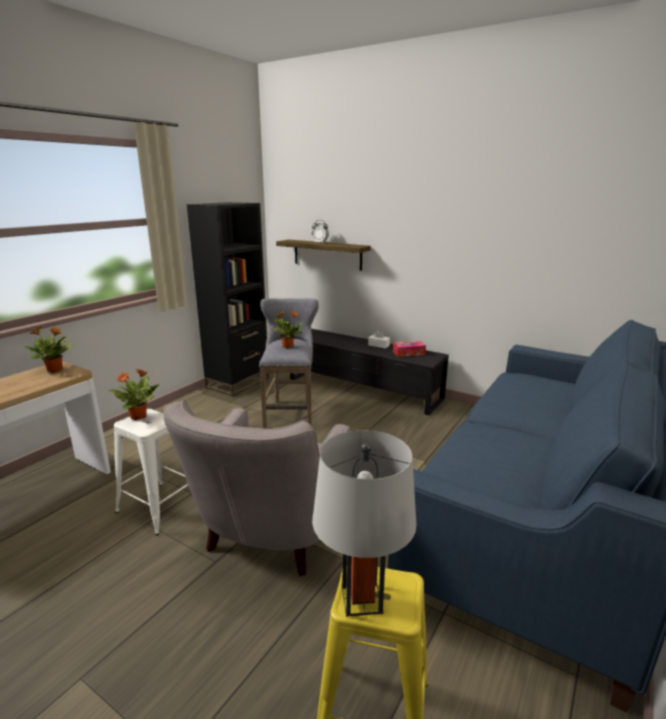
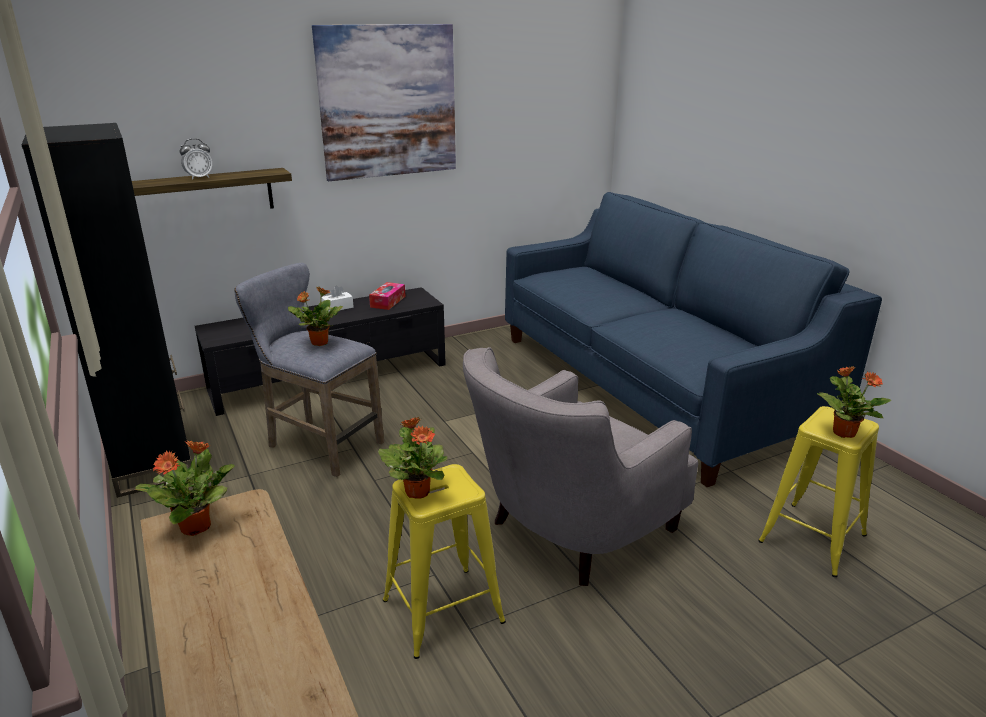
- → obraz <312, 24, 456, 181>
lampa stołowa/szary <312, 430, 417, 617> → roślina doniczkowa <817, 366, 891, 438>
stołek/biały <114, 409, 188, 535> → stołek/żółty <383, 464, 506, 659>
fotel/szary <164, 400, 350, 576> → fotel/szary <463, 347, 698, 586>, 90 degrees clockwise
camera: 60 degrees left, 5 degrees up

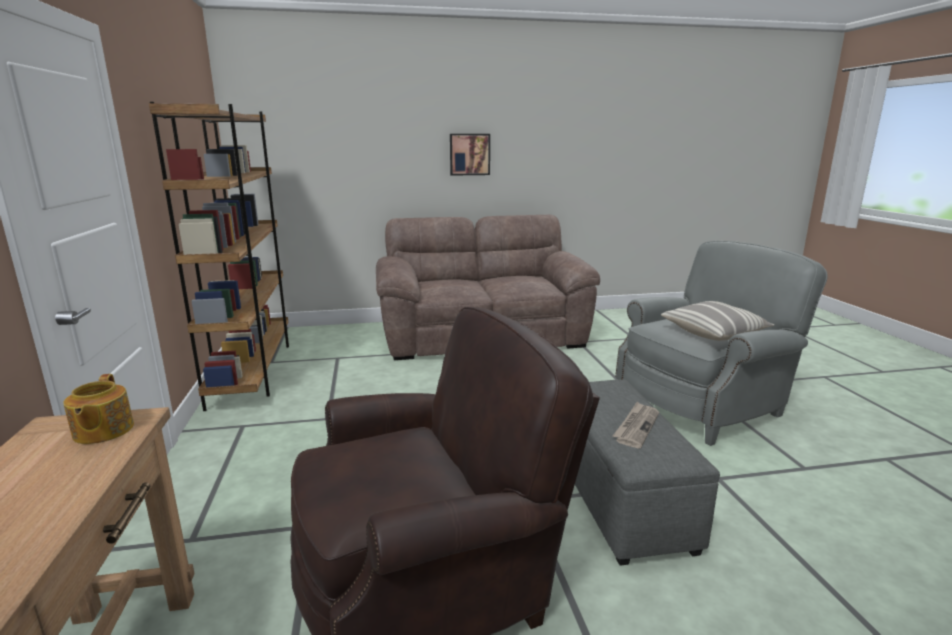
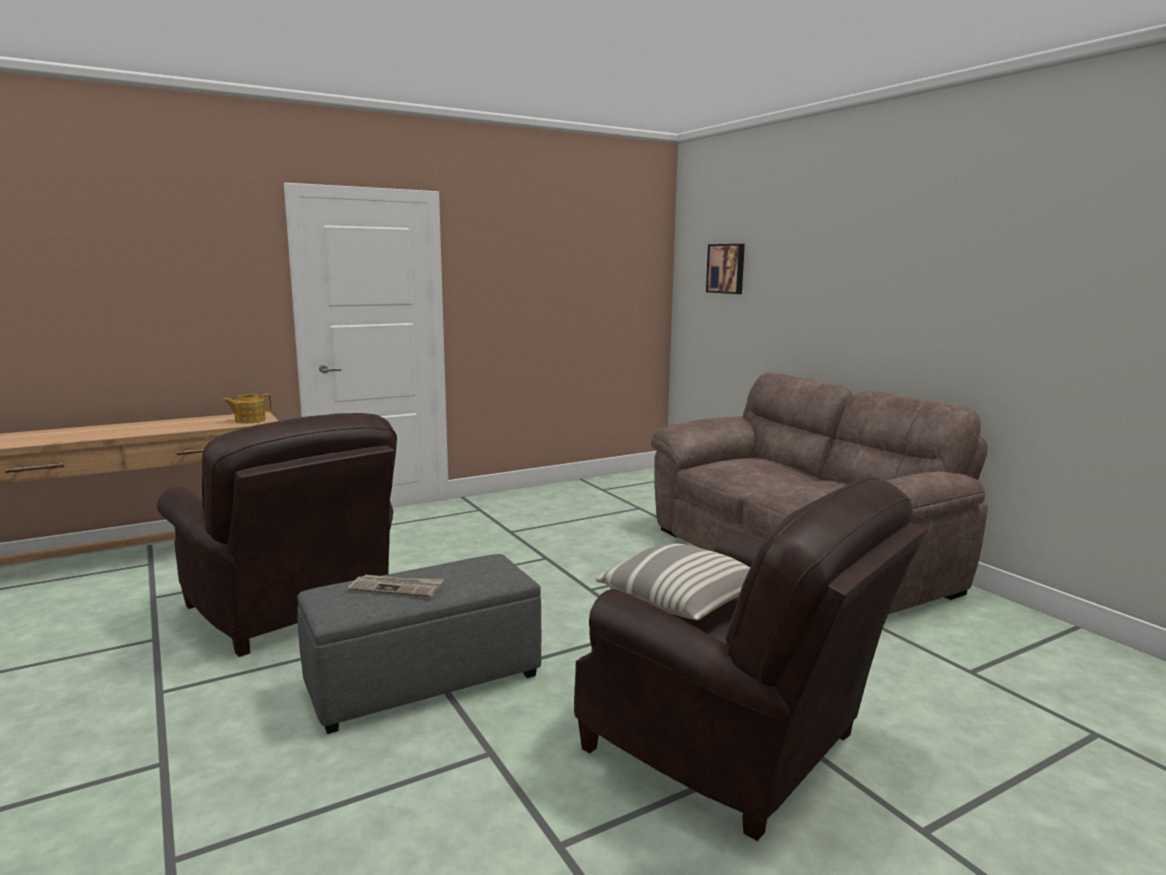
regał/brązowy <149, 102, 289, 411> → -
obraz <450, 134, 490, 176> → obraz <706, 244, 745, 294>, relocated
fotel/szary <615, 241, 828, 446> → fotel/brązowy <574, 478, 927, 841>
camera: 70 degrees right, 5 degrees down

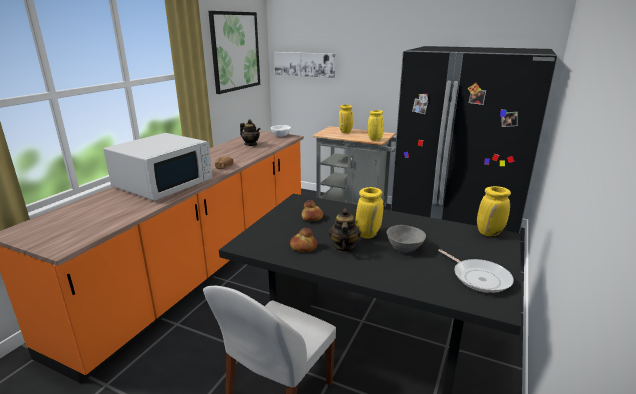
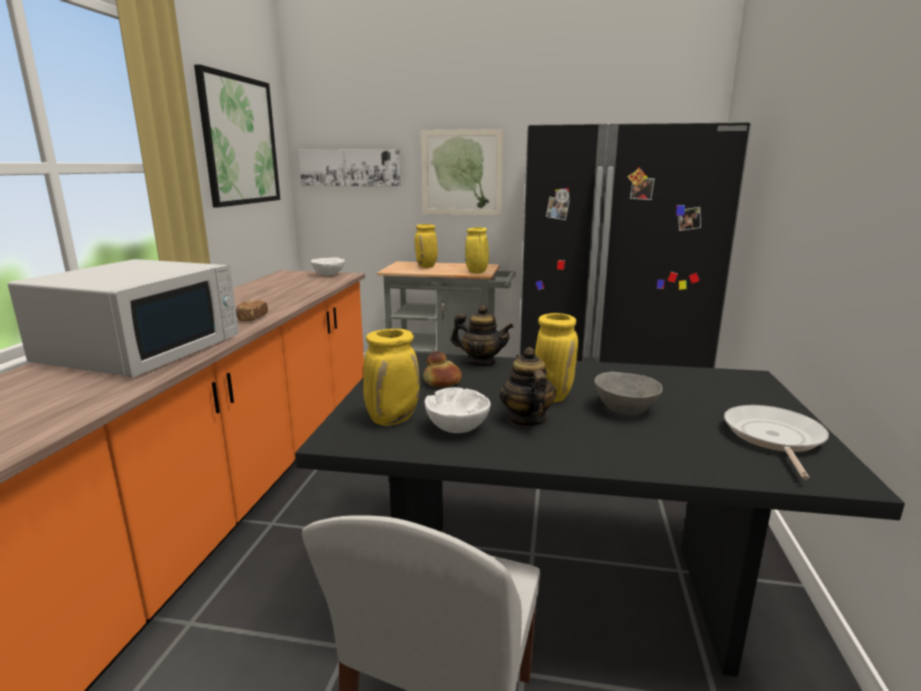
- → obraz <421, 129, 503, 215>
imbryk <240, 120, 260, 146> → imbryk <451, 305, 514, 366>, relocated
wazon/żółty <477, 186, 511, 236> → wazon/żółty <363, 329, 420, 426>, relocated
chleb <290, 228, 317, 252> → miska/biały <424, 387, 491, 433>
patelnia <438, 249, 514, 293> → patelnia <724, 405, 829, 479>, 120 degrees counterclockwise
camera: 15 degrees left, 5 degrees down

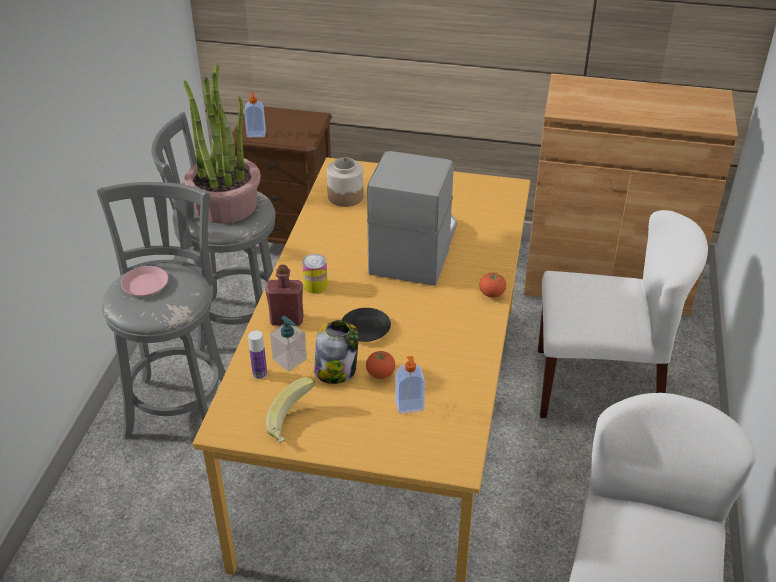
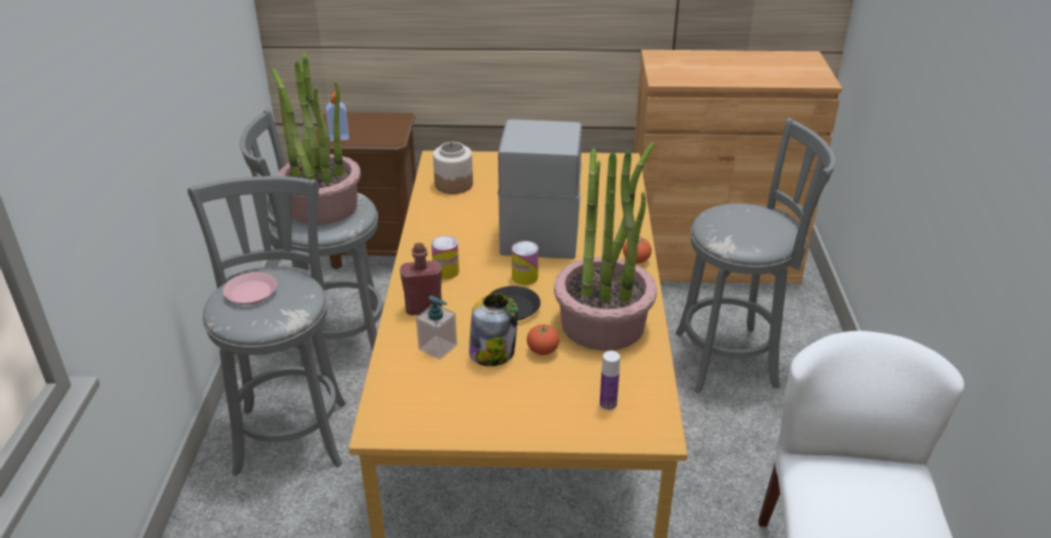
banan <265, 377, 316, 444> → -
dozownik mydła <395, 356, 425, 414> → -
- → puszka <512, 241, 538, 285>
- → roślina doniczkowa <554, 142, 657, 351>
butelka <248, 330, 267, 379> → butelka <600, 351, 620, 410>, relocated
krzesło/biały <538, 210, 708, 418> → stołek/szary <675, 118, 836, 393>
camera: 10 degrees left, 5 degrees down

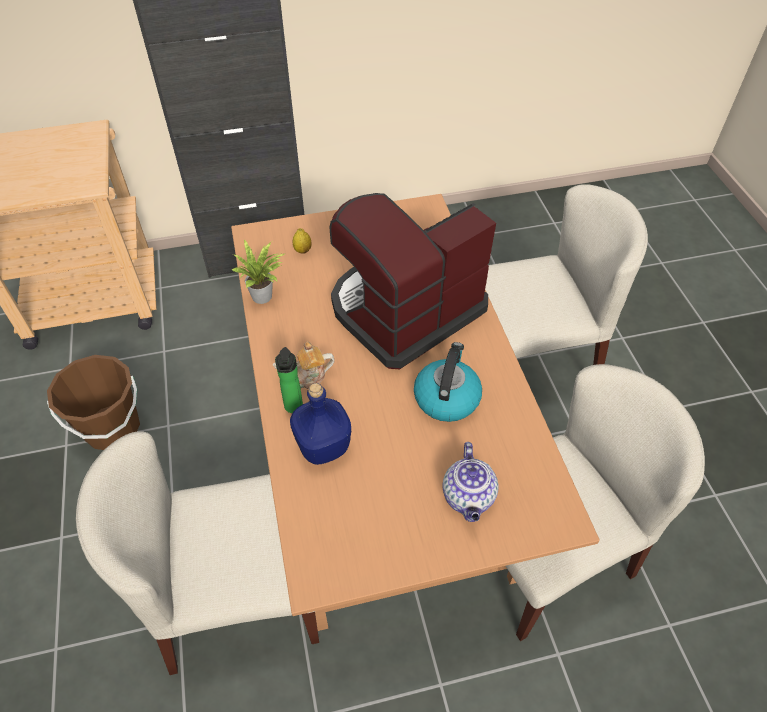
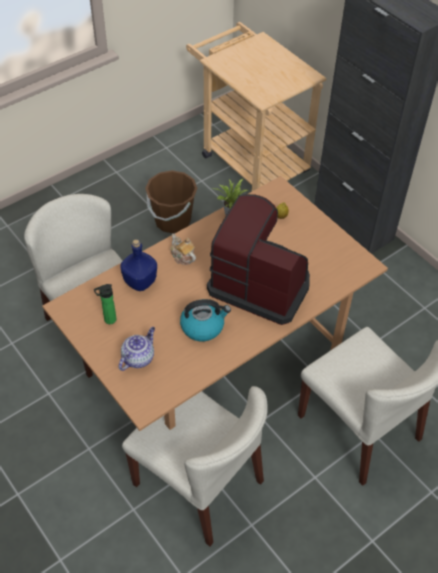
butelka <275, 347, 303, 413> → butelka <94, 284, 116, 324>, relocated
imbryk <442, 442, 499, 522> → imbryk <119, 327, 155, 371>, 150 degrees clockwise
camera: 65 degrees right, 0 degrees up

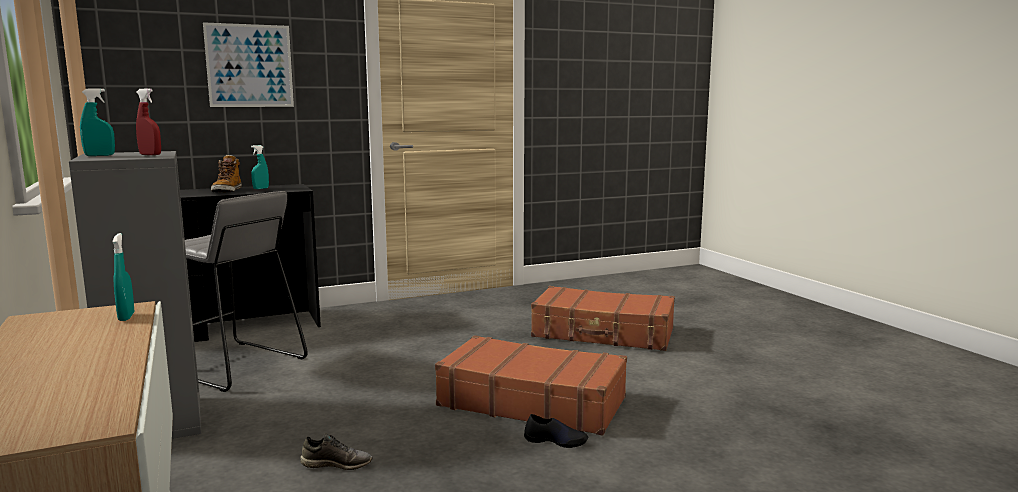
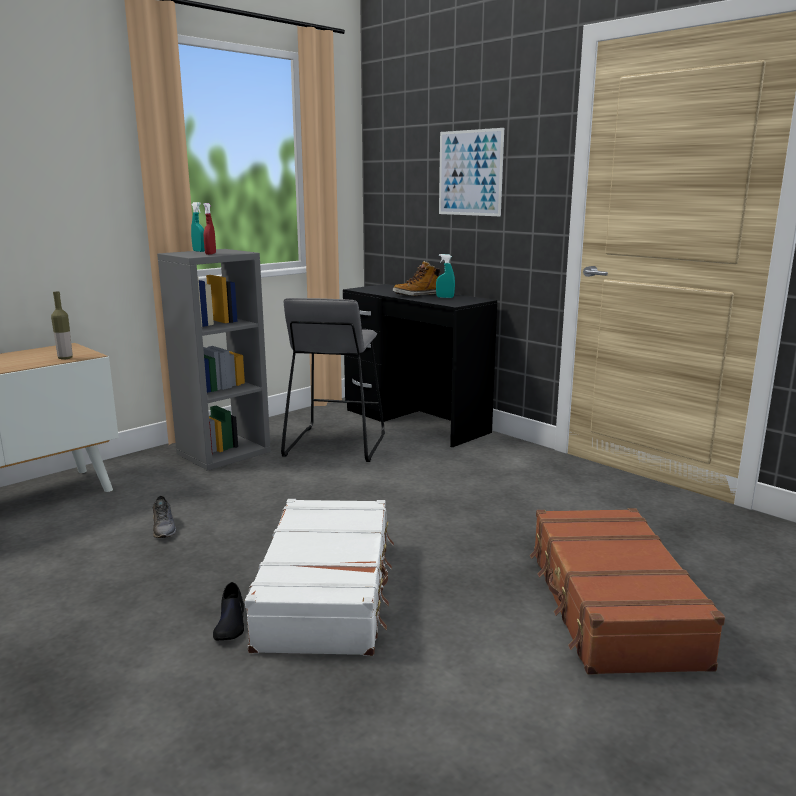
spryskiwacz/turkusowy <112, 233, 134, 321> → butelka <51, 291, 73, 360>
walizka/brązowy <435, 335, 627, 436> → walizka/biały <245, 499, 394, 656>
camera: 70 degrees right, 5 degrees up

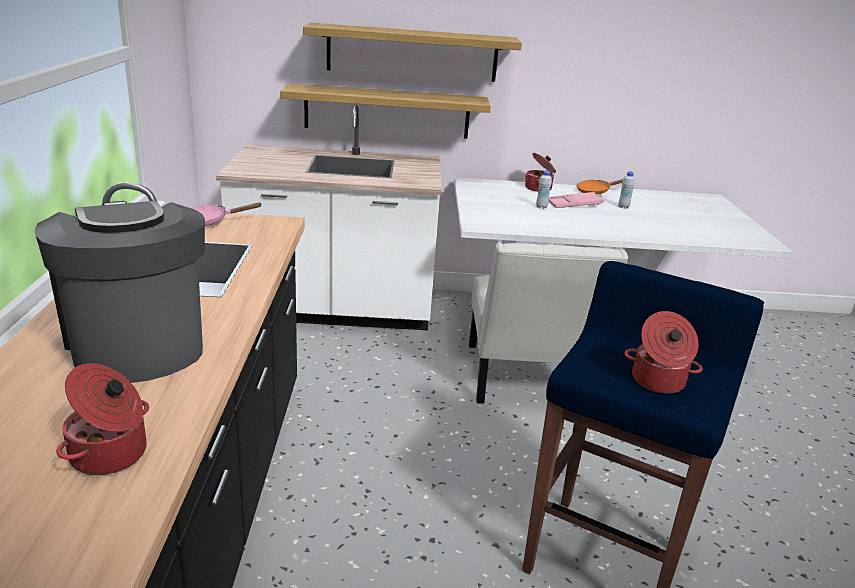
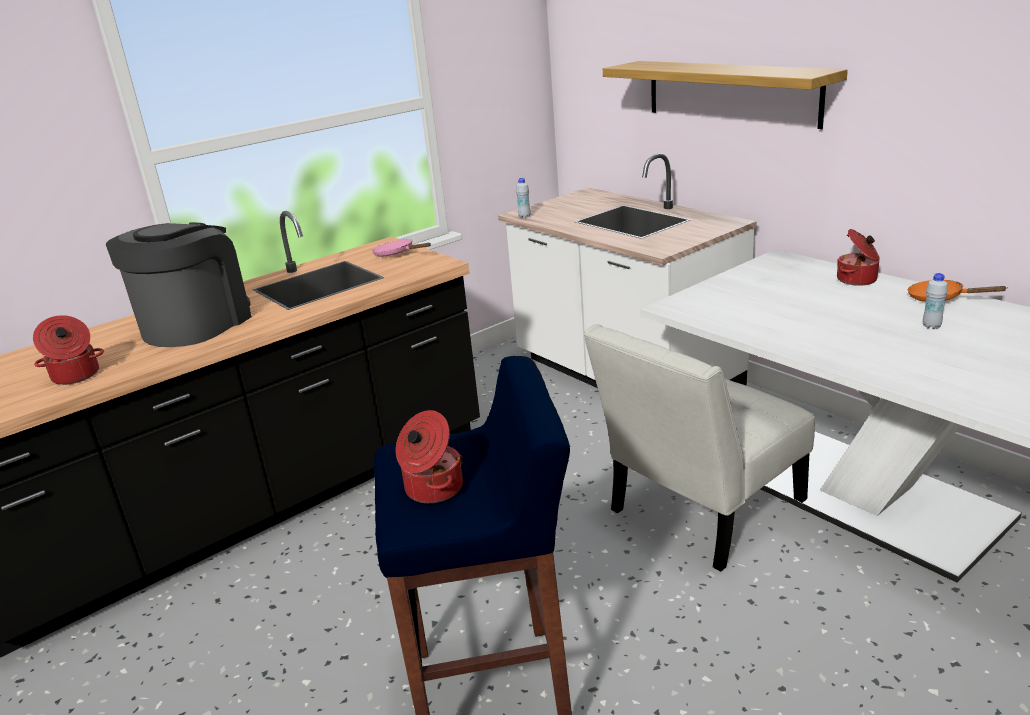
półka <280, 83, 491, 139> → -
taca/różowy <548, 192, 604, 208> → -
butelka/biały <536, 171, 552, 209> → butelka/biały <516, 178, 530, 218>, relocated
camera: 55 degrees right, 0 degrees up

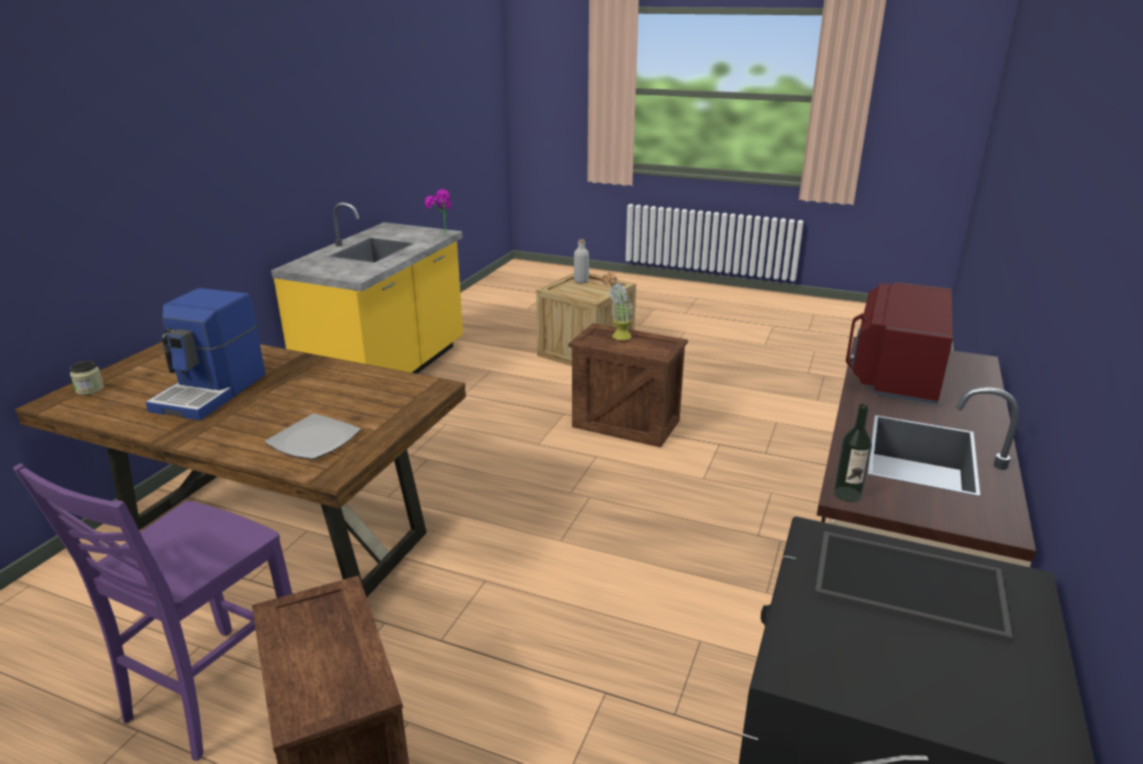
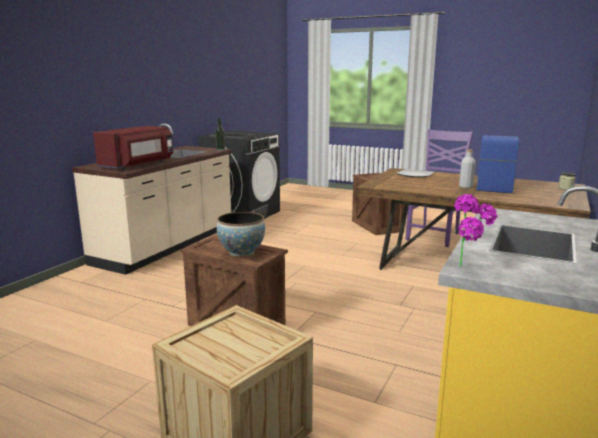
butelka/szary <574, 239, 589, 283> → butelka/szary <459, 149, 476, 188>, relocated
roślina doniczkowa <602, 273, 634, 340> → miska <217, 212, 265, 257>
camera: 175 degrees left, 10 degrees down

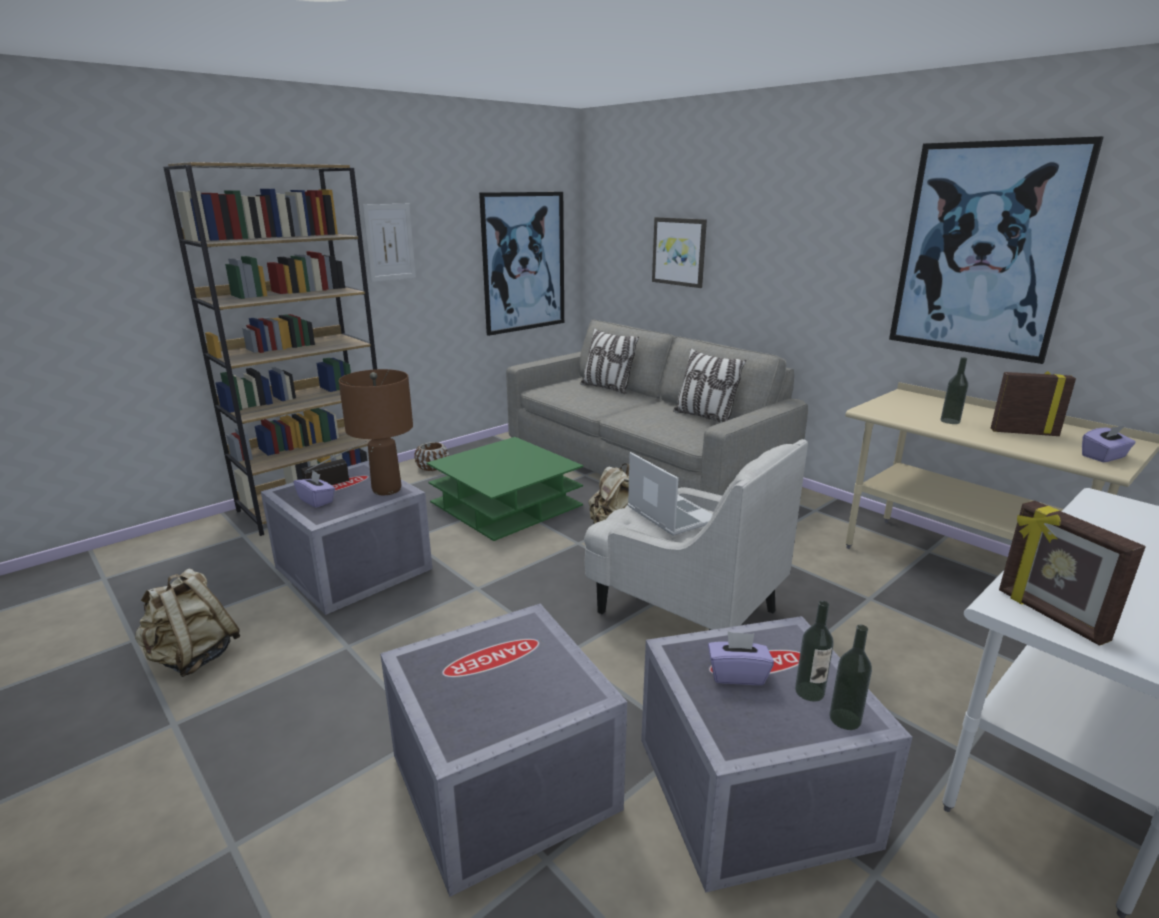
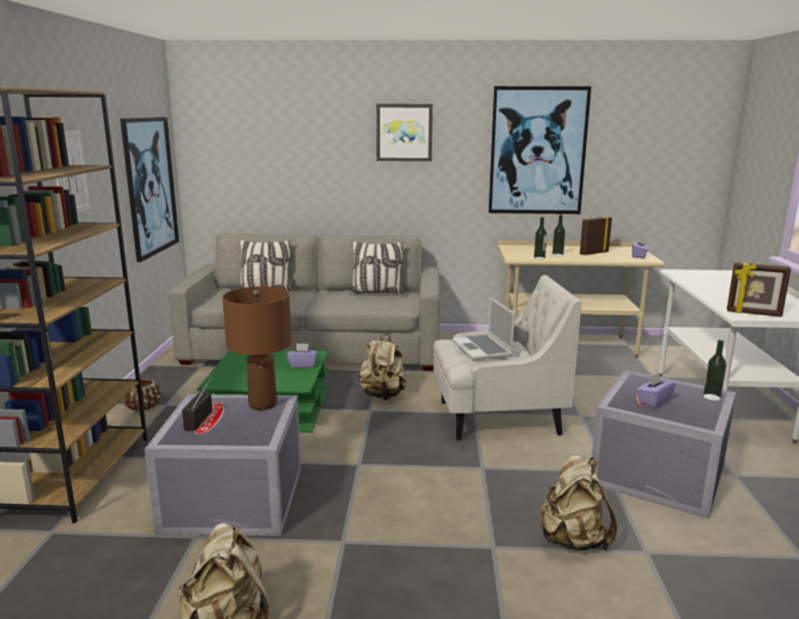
pudełko chusteczek/fioletowy <294, 471, 335, 508> → pudełko chusteczek/fioletowy <287, 343, 317, 368>, relocated
obraz <652, 217, 707, 288> → obraz <376, 104, 433, 161>, relocated
butelka <795, 601, 834, 702> → butelka <534, 217, 547, 259>, relocated
pojemnik do przechowywania/szary <380, 604, 627, 897> → plecak/beżowy <538, 455, 617, 551>
laptop <628, 452, 713, 536> → laptop <452, 297, 515, 360>, 120 degrees counterclockwise
camera: 45 degrees left, 5 degrees down

